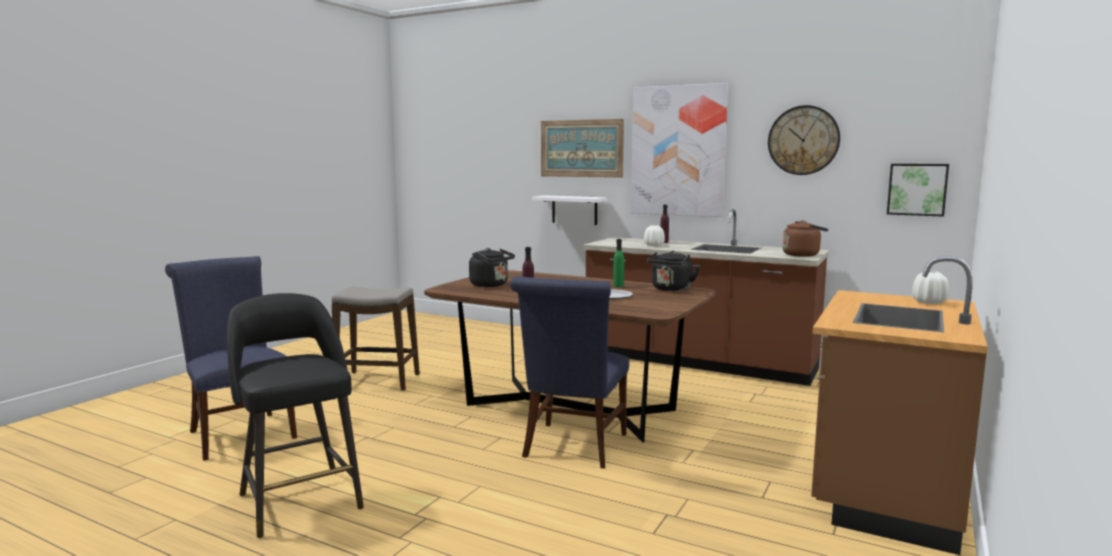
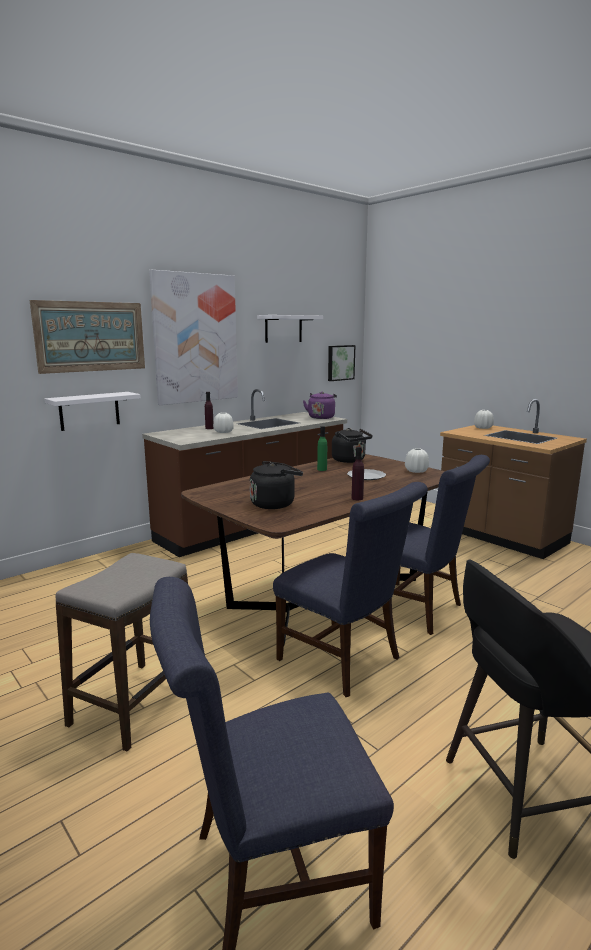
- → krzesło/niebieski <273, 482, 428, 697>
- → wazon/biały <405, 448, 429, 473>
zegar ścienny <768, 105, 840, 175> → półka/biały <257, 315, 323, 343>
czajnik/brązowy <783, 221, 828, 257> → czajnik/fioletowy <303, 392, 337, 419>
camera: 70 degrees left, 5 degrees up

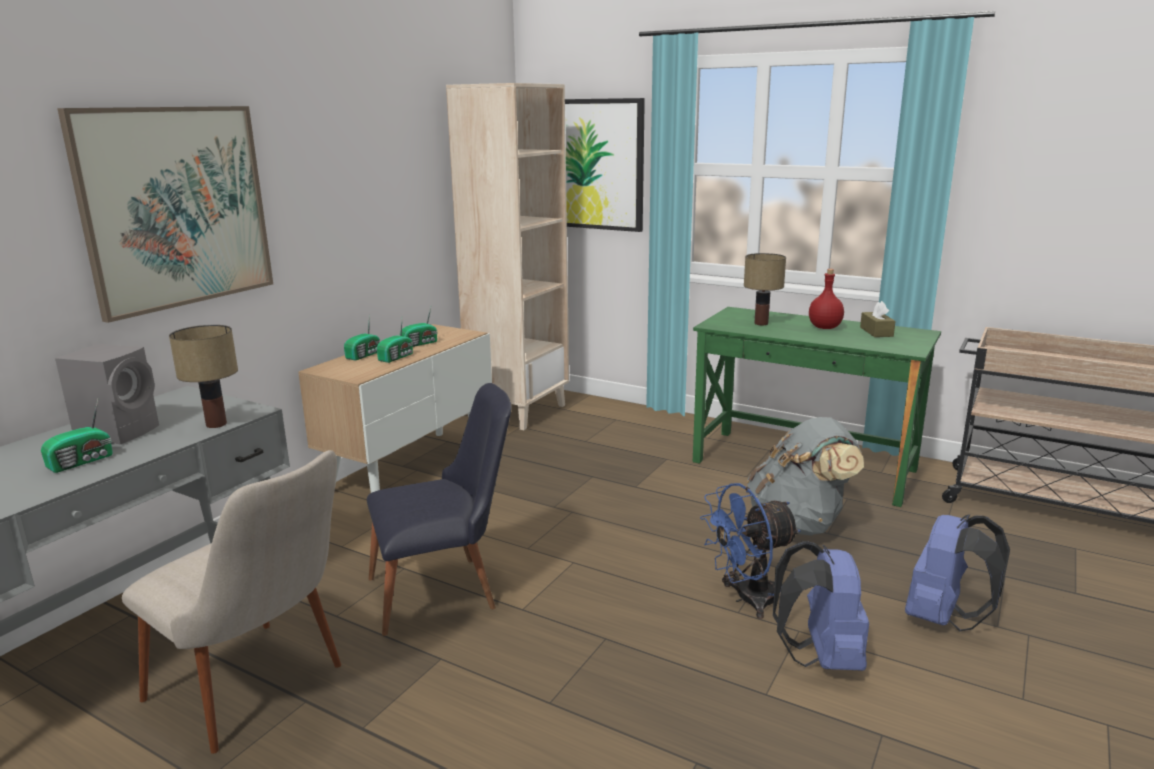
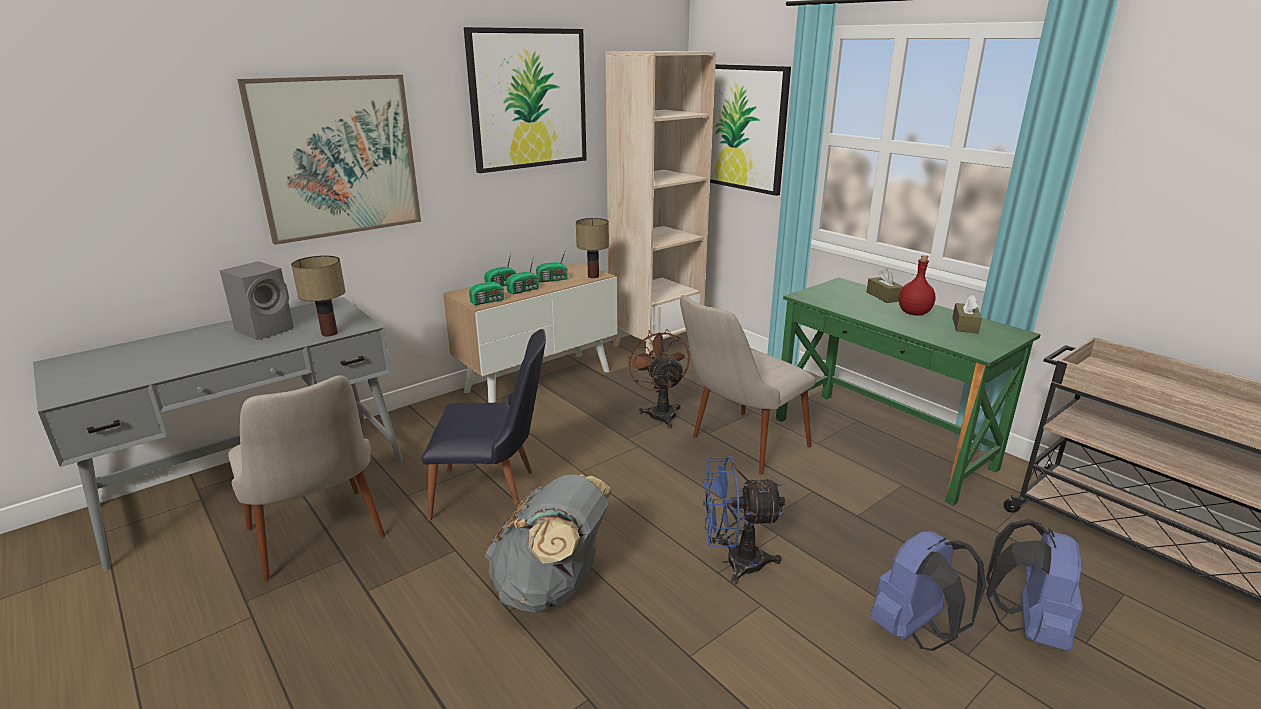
- → obraz <464, 27, 587, 173>
- → wentylator/brązowy <626, 329, 690, 428>
- → krzesło/beżowy <680, 295, 816, 475>
- → pudełko chusteczek/brązowy <866, 269, 903, 303>
radio <41, 399, 113, 473> → radio <469, 267, 504, 305>, relocated
lampa stołowa <744, 253, 786, 325> → lampa stołowa <576, 218, 609, 278>, relocated
plecak/szary <747, 417, 864, 536> → plecak/szary <485, 474, 612, 613>, relocated
plecak/niebieski <773, 541, 869, 671> → plecak/niebieski <986, 519, 1083, 651>, relocated
camera: 20 degrees right, 5 degrees up

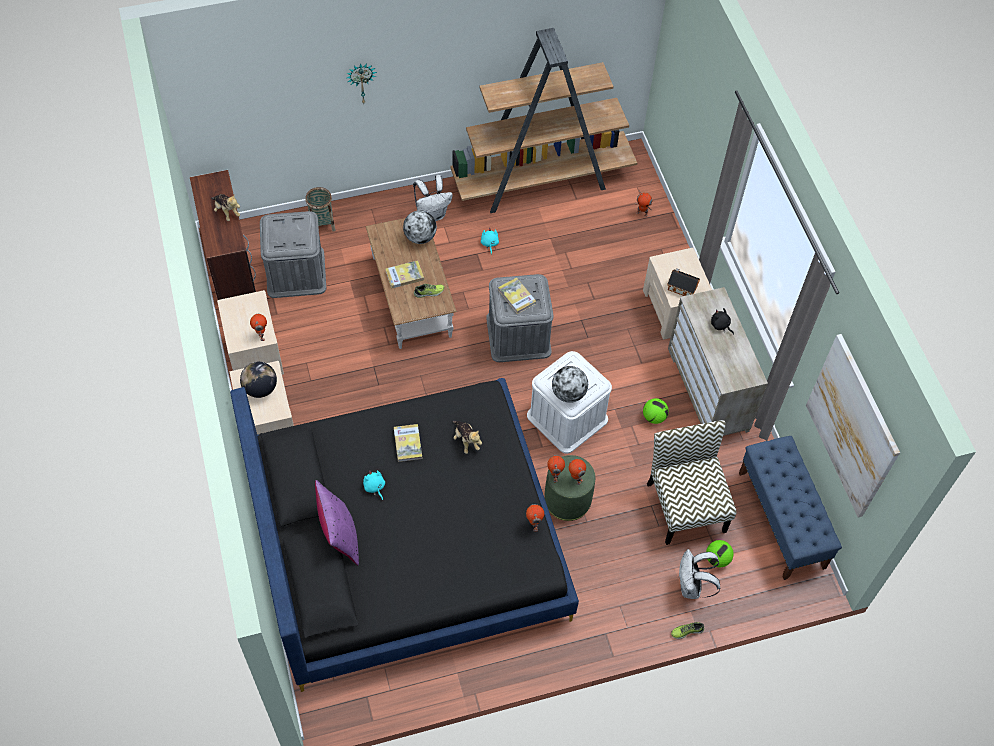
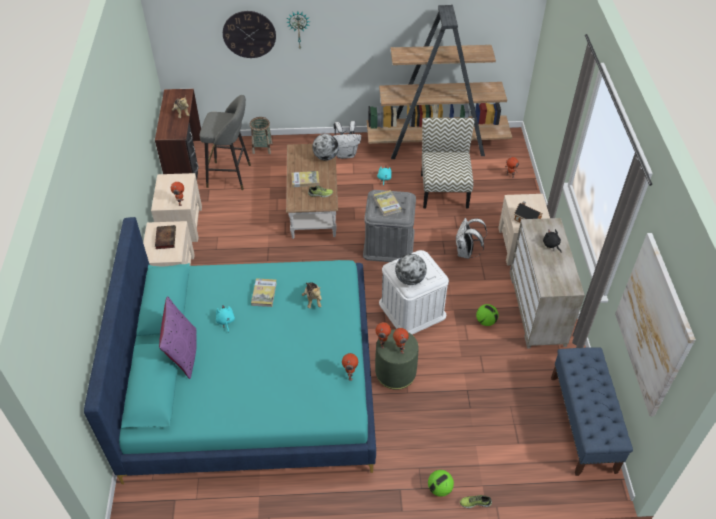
- → zegar ścienny <223, 11, 276, 58>
krzesło <647, 420, 737, 545> → krzesło <421, 118, 475, 208>, relocated
plecak/biały <679, 549, 720, 599> → plecak/biały <456, 218, 487, 259>, relocated
piłka futbolowa <706, 540, 734, 567> → piłka futbolowa <428, 470, 454, 497>, relocated
globus <240, 362, 277, 398> → książka <155, 225, 176, 249>
pojemnik do przechowywania/szary <260, 211, 326, 298> → stołek/szary <200, 95, 251, 190>
łóżko/czarny <230, 378, 579, 692> → łóżko/turkusowy <84, 217, 376, 484>
camera: 15 degrees right, 10 degrees down

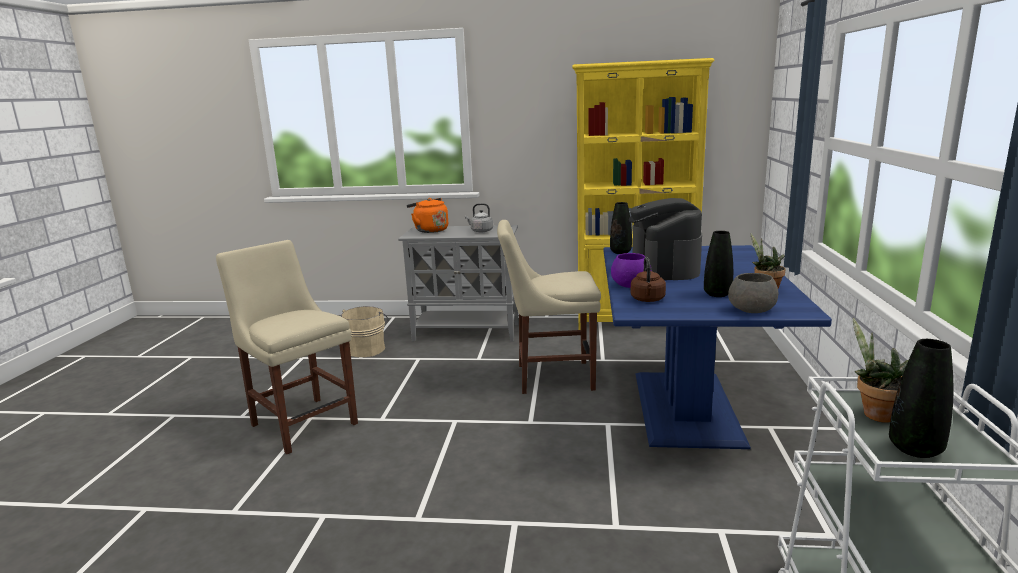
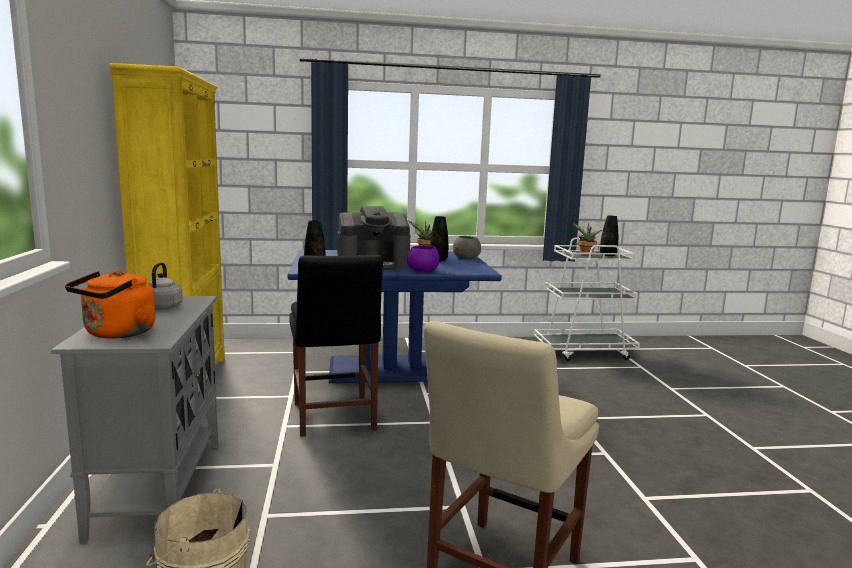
czajnik/brązowy <631, 257, 666, 302> → -
krzesło/beżowy <497, 220, 601, 394> → krzesło/czarny <289, 255, 383, 437>
camera: 105 degrees left, 5 degrees down

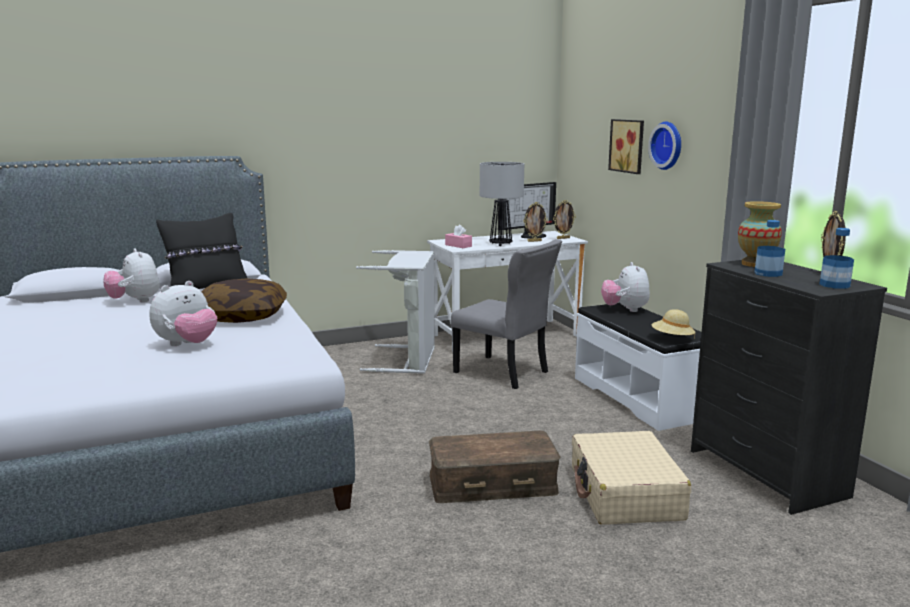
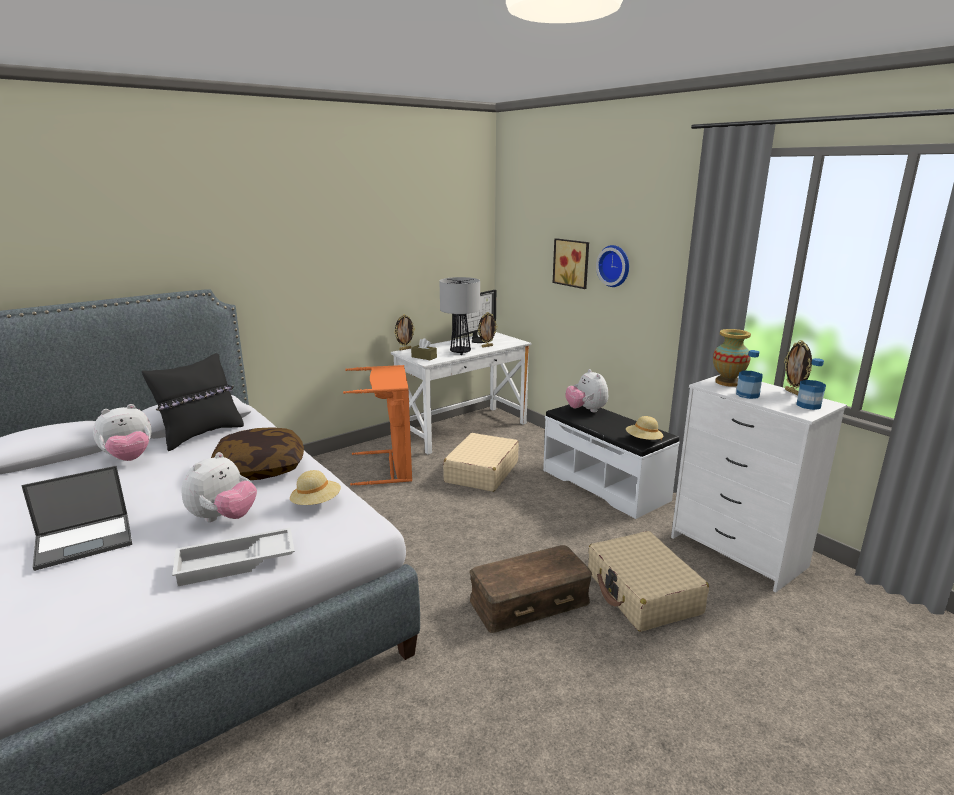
- → laptop <21, 466, 132, 571>
- → taca/biały <172, 527, 295, 586>
- → kapelusz/beżowy <290, 470, 341, 505>
ramka na zdjęcie <553, 200, 576, 239> → ramka na zdjęcie <395, 314, 415, 351>, relocated
krzesło/szary <451, 239, 562, 389> → walizka/beżowy <443, 433, 519, 492>
kosz na pranie/szary <356, 250, 435, 374> → kosz na pranie/pomarańczowy <343, 365, 412, 486>
pudełko chusteczek/różowy <445, 224, 472, 248> → pudełko chusteczek/brązowy <411, 338, 437, 360>
komoda/czarny <691, 260, 887, 515> → komoda/biały <671, 375, 847, 593>
pluszak <104, 248, 160, 303> → pluszak <93, 404, 152, 461>, 75 degrees counterclockwise
camera: 15 degrees left, 5 degrees up

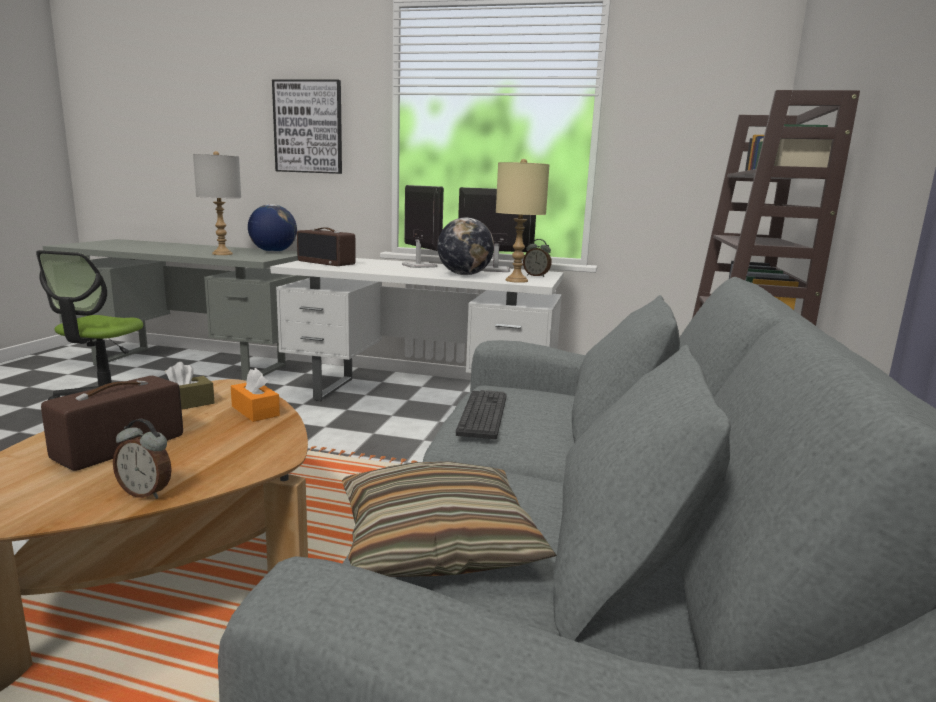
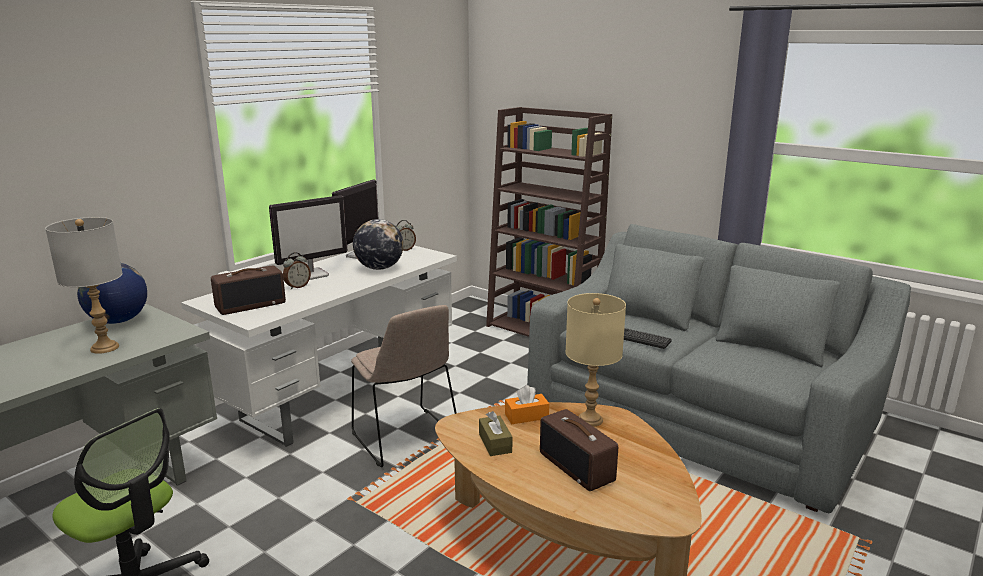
obraz <272, 79, 342, 174> → -
poduszka <342, 461, 557, 577> → -
- → krzesło/beżowy <351, 305, 457, 467>
budzik <113, 419, 172, 499> → budzik <283, 252, 311, 290>, relocated
lampa stołowa/beżowy <496, 159, 550, 283> → lampa stołowa/beżowy <566, 293, 626, 427>, relocated
monitor <402, 185, 444, 268> → monitor <269, 195, 348, 280>, 150 degrees clockwise
camera: 65 degrees left, 5 degrees up

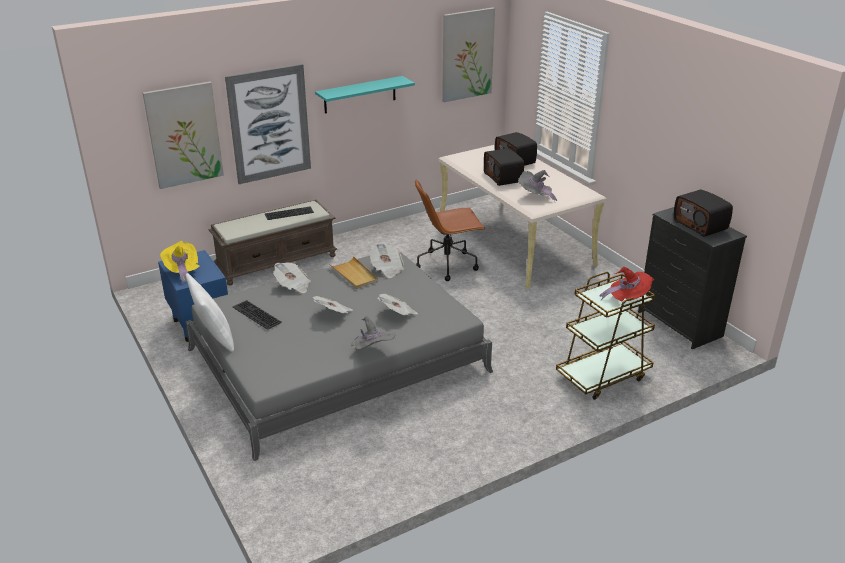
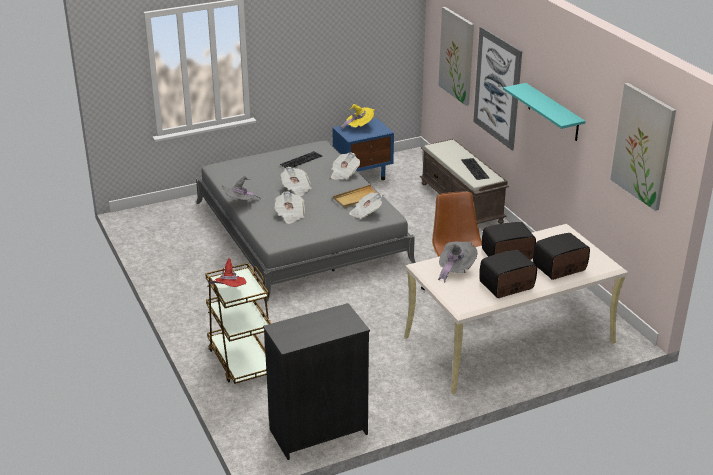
poduszka/biały <186, 273, 234, 352> → -
radio <674, 190, 733, 237> → radio <479, 250, 537, 298>, relocated
camera: 95 degrees right, 0 degrees up

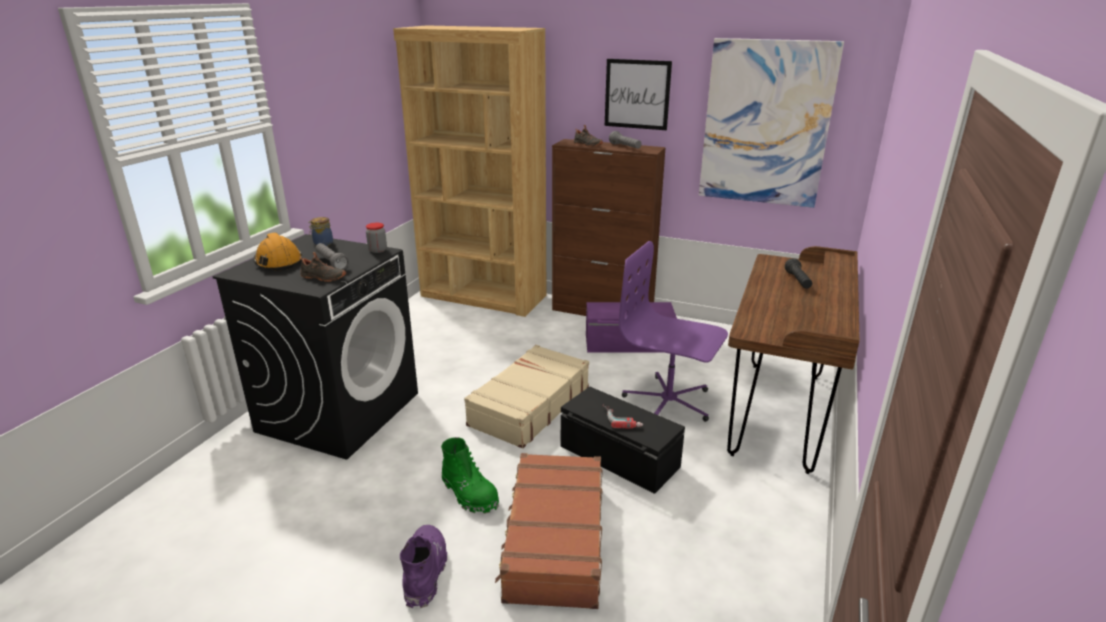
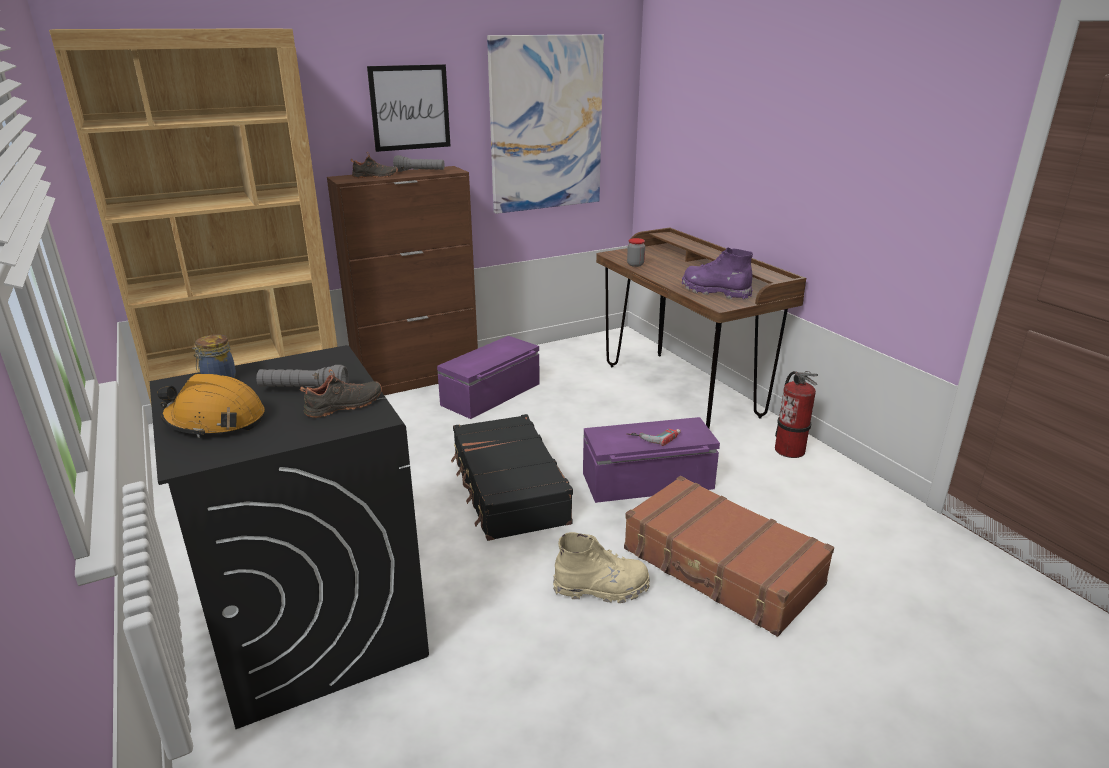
krzesło biurowe/fioletowy <619, 241, 728, 422> → -
latarka/czarny <785, 258, 812, 289> → -
- → gaśnica <775, 371, 818, 458>
słoik <366, 223, 387, 253> → słoik <627, 238, 645, 267>, relocated
but z cholewką/fioletowy <400, 525, 447, 609> → but z cholewką/fioletowy <682, 247, 753, 300>, relocated
but z cholewką/zielony <441, 437, 499, 514> → but z cholewką/beżowy <553, 532, 650, 603>
walizka/beżowy <464, 345, 589, 448> → walizka/czarny <451, 414, 573, 541>
pojemnik do przechowywania/czarny <561, 387, 685, 494> → pojemnik do przechowywania/fioletowy <583, 417, 720, 503>
camera: 50 degrees left, 0 degrees up

